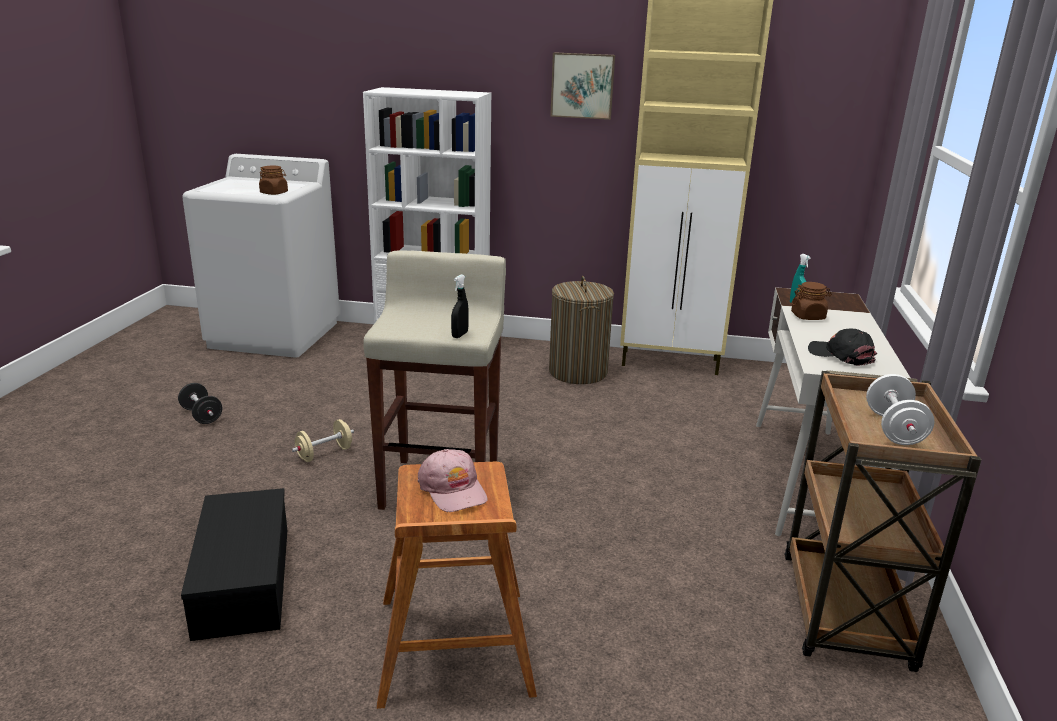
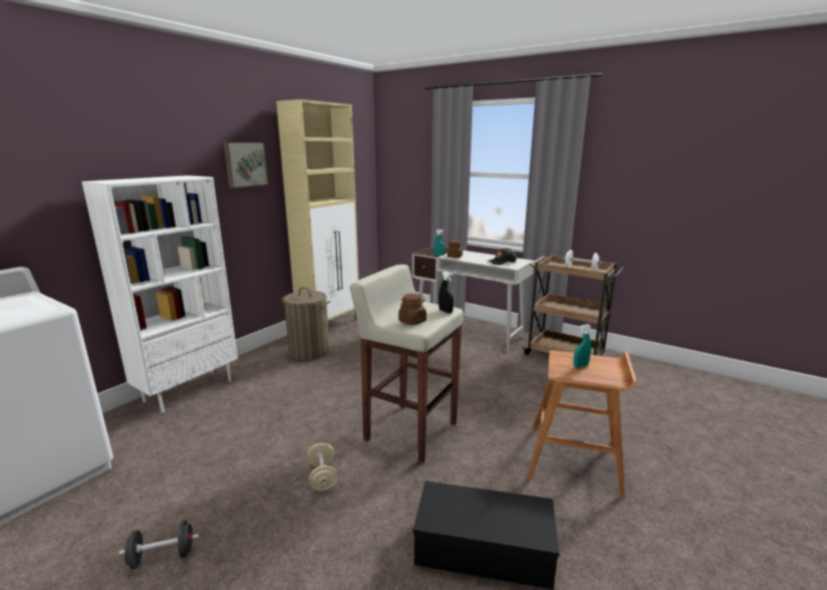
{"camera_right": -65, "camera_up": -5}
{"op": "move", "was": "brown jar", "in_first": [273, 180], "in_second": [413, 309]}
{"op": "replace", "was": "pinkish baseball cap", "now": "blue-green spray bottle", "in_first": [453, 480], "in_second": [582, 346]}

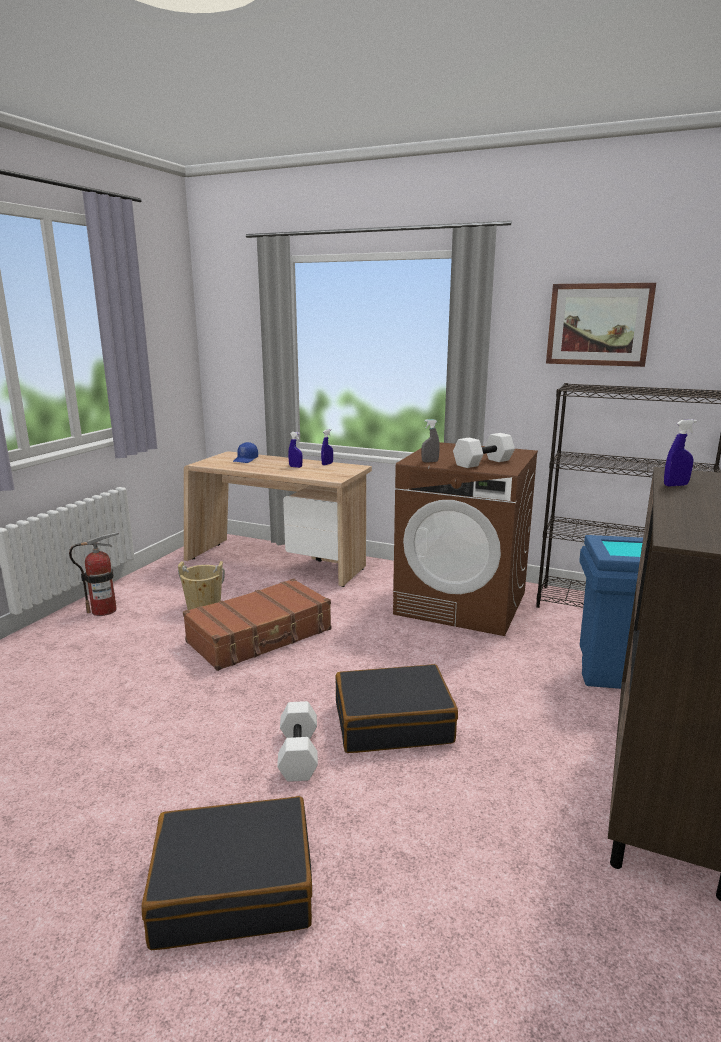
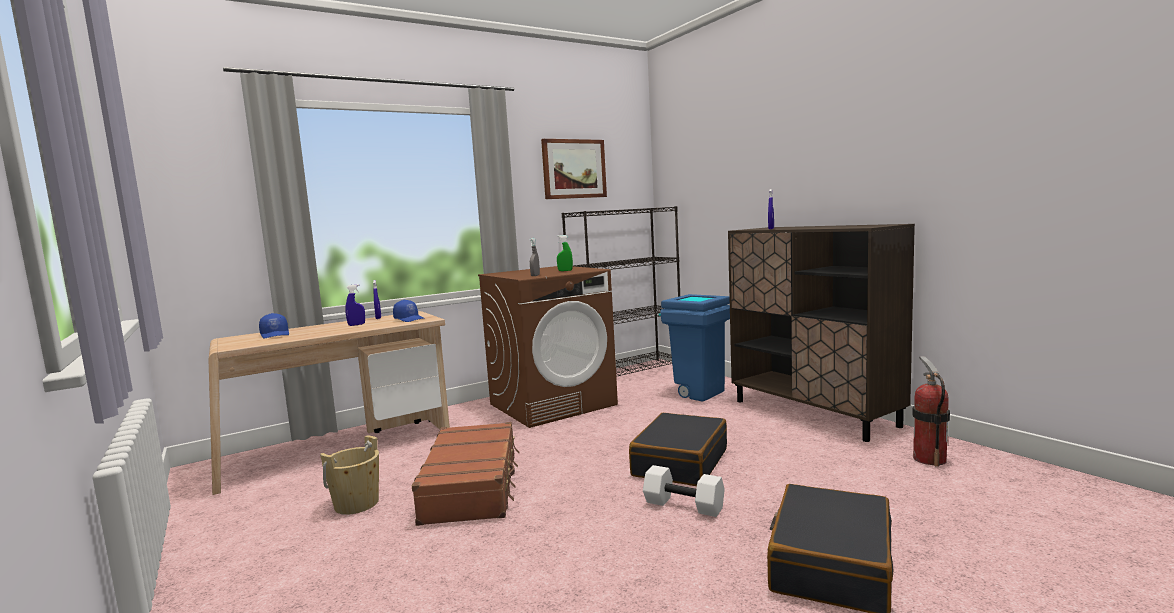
{"camera_right": -55, "camera_up": -10}
{"op": "insert", "now": "blue baseball cap", "in_second": [409, 311]}
{"op": "replace", "was": "whitish hand weight", "now": "greenish spray bottle", "in_first": [484, 450], "in_second": [565, 253]}
{"op": "move", "was": "fire extinguisher", "in_first": [94, 574], "in_second": [931, 411]}

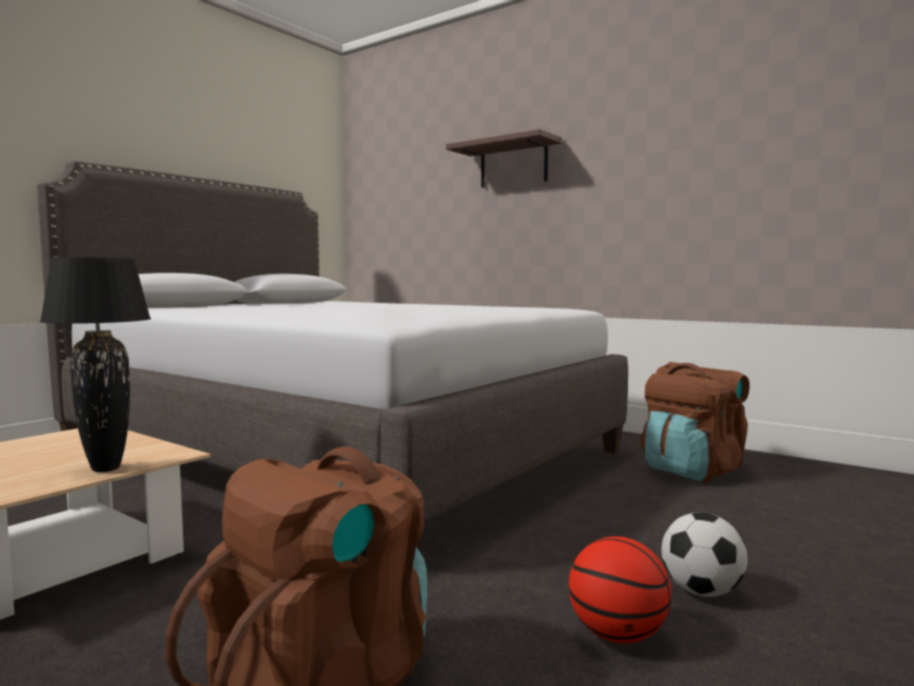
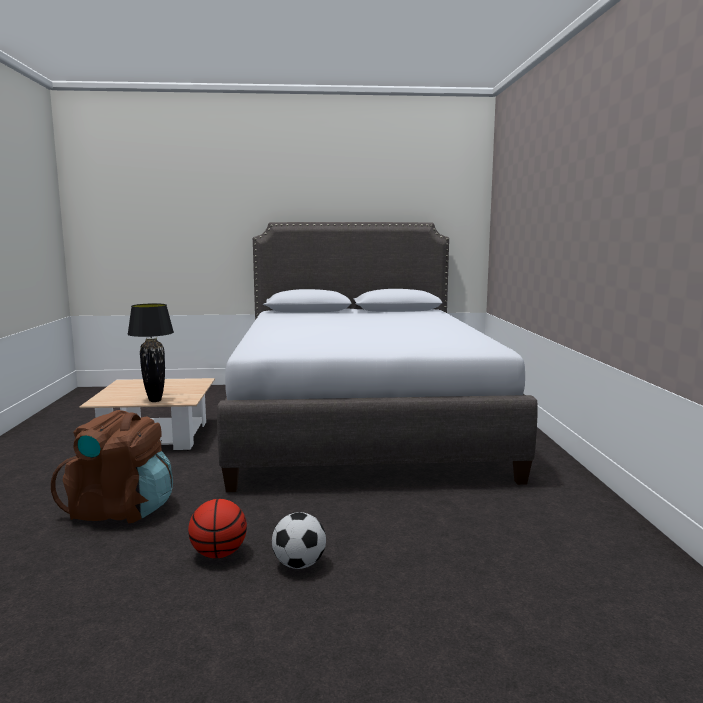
{"camera_right": 50, "camera_up": 5}
{"op": "delete", "was": "bracket shelf", "in_first": [504, 158]}
{"op": "delete", "was": "brown knapsack", "in_first": [695, 422]}

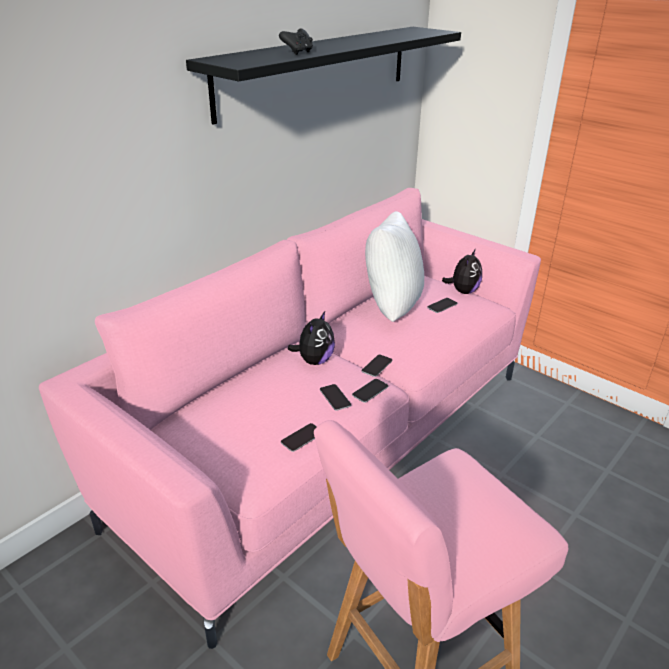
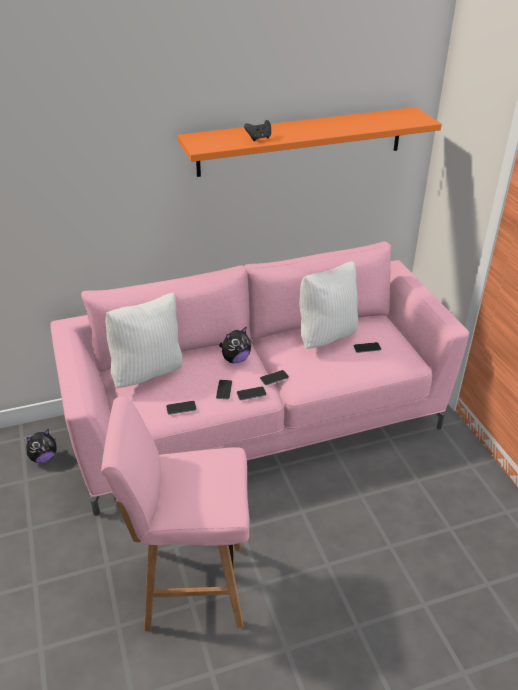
{"camera_right": 30, "camera_up": 5}
{"op": "move", "was": "soft toy", "in_first": [462, 271], "in_second": [41, 446]}
{"op": "insert", "now": "whitish pillow", "in_second": [144, 340]}
{"op": "recolor", "was": "black-coloured bracket shelf", "now": "orangey bracket shelf", "in_first": [323, 76], "in_second": [310, 142]}

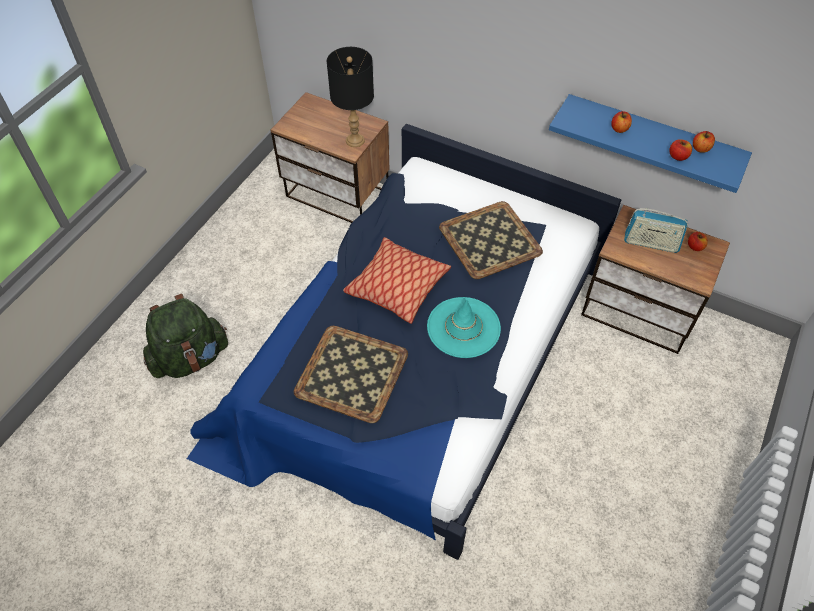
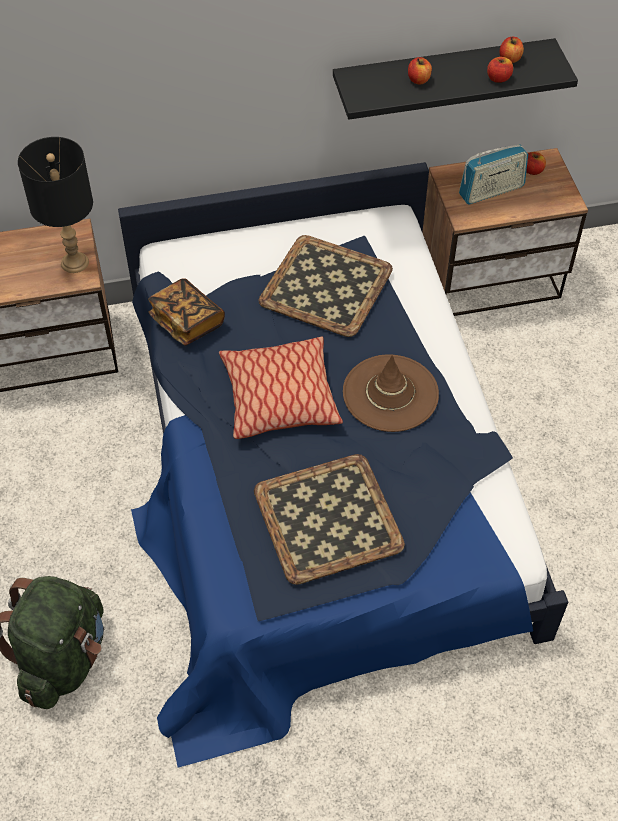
{"camera_right": -40, "camera_up": 0}
{"op": "insert", "now": "book", "in_second": [186, 312]}
{"op": "recolor", "was": "blue bracket shelf", "now": "black-coloured bracket shelf", "in_first": [650, 143], "in_second": [455, 79]}
{"op": "recolor", "was": "blue-green wearable hat", "now": "brown wearable hat", "in_first": [464, 327], "in_second": [391, 393]}

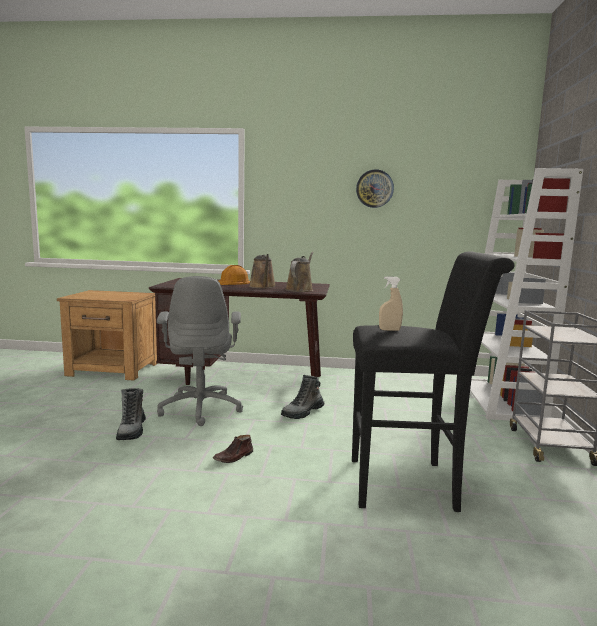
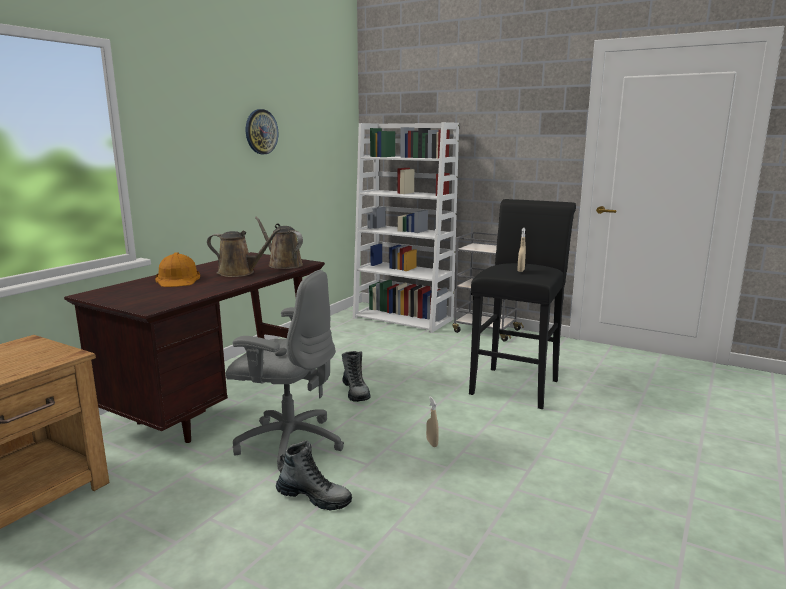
{"camera_right": -65, "camera_up": 5}
{"op": "replace", "was": "brown shoe", "now": "beige-coloured spray bottle", "in_first": [233, 449], "in_second": [432, 421]}

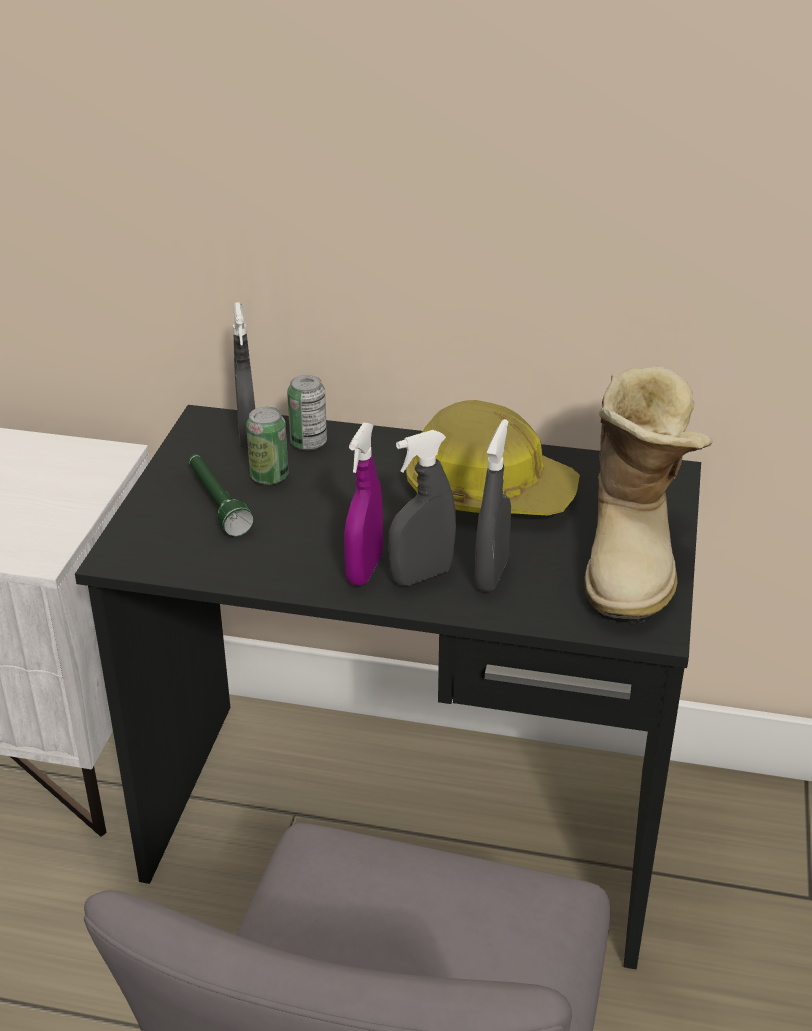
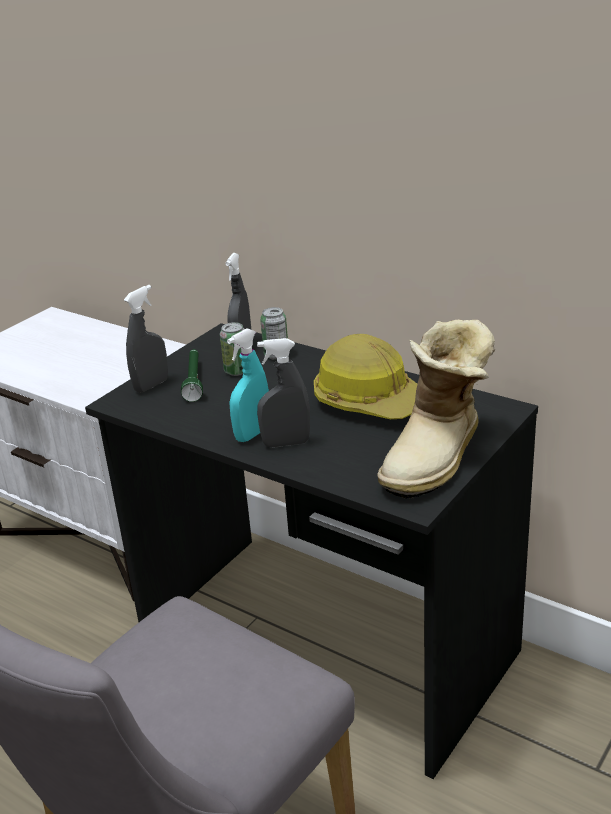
{"camera_right": 25, "camera_up": -5}
{"op": "move", "was": "greyish spray bottle", "in_first": [493, 505], "in_second": [146, 339]}
{"op": "recolor", "was": "purplish spray bottle", "now": "blue-green spray bottle", "in_first": [363, 503], "in_second": [248, 385]}

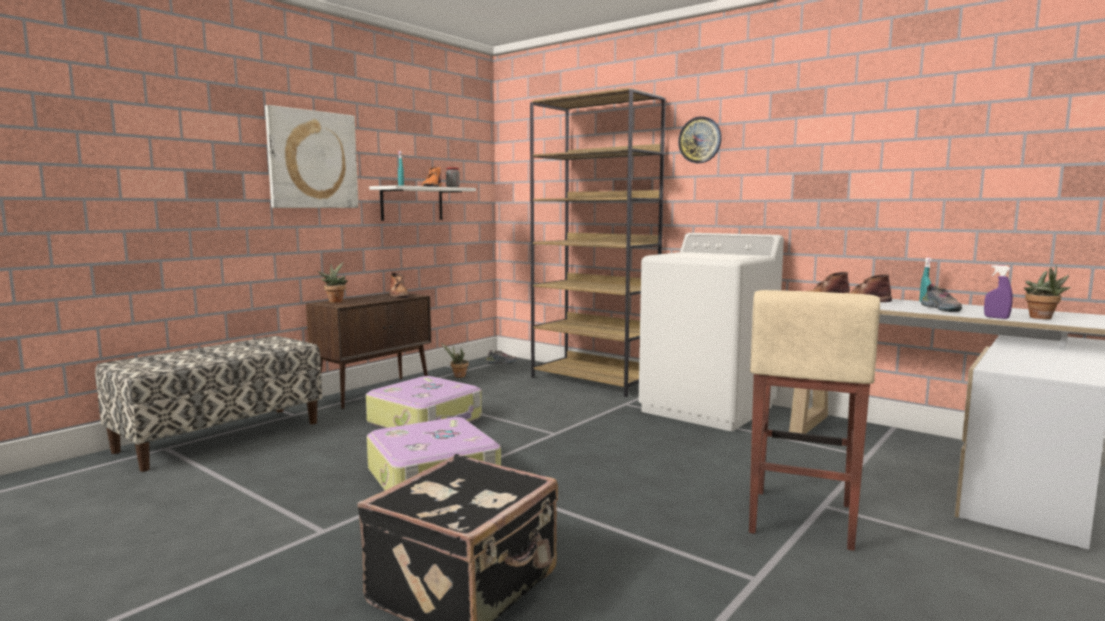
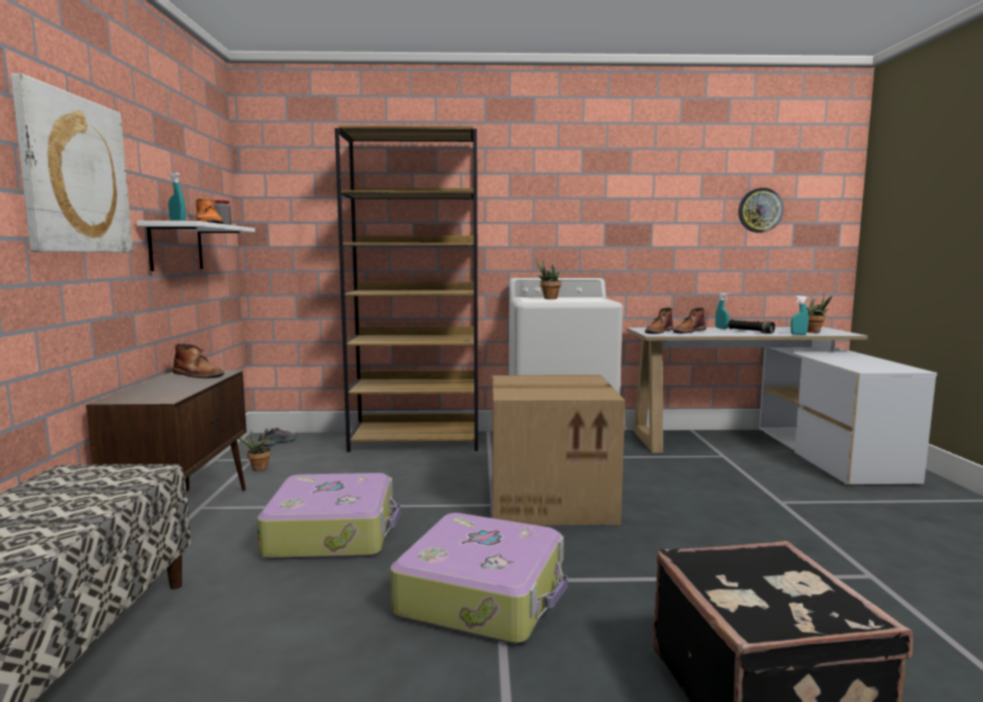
{"camera_right": -40, "camera_up": 0}
{"op": "insert", "now": "carton", "in_second": [558, 450]}
{"op": "move", "was": "plant in a pot", "in_first": [332, 282], "in_second": [548, 279]}
{"op": "replace", "was": "shoe", "now": "black-coloured flashlight", "in_first": [941, 298], "in_second": [751, 326]}
{"op": "move", "was": "hanging clock", "in_first": [700, 139], "in_second": [760, 210]}
{"op": "recolor", "was": "purplish spray bottle", "now": "blue-green spray bottle", "in_first": [998, 292], "in_second": [800, 315]}
{"op": "delete", "was": "beige-coloured stool seat", "in_first": [814, 420]}

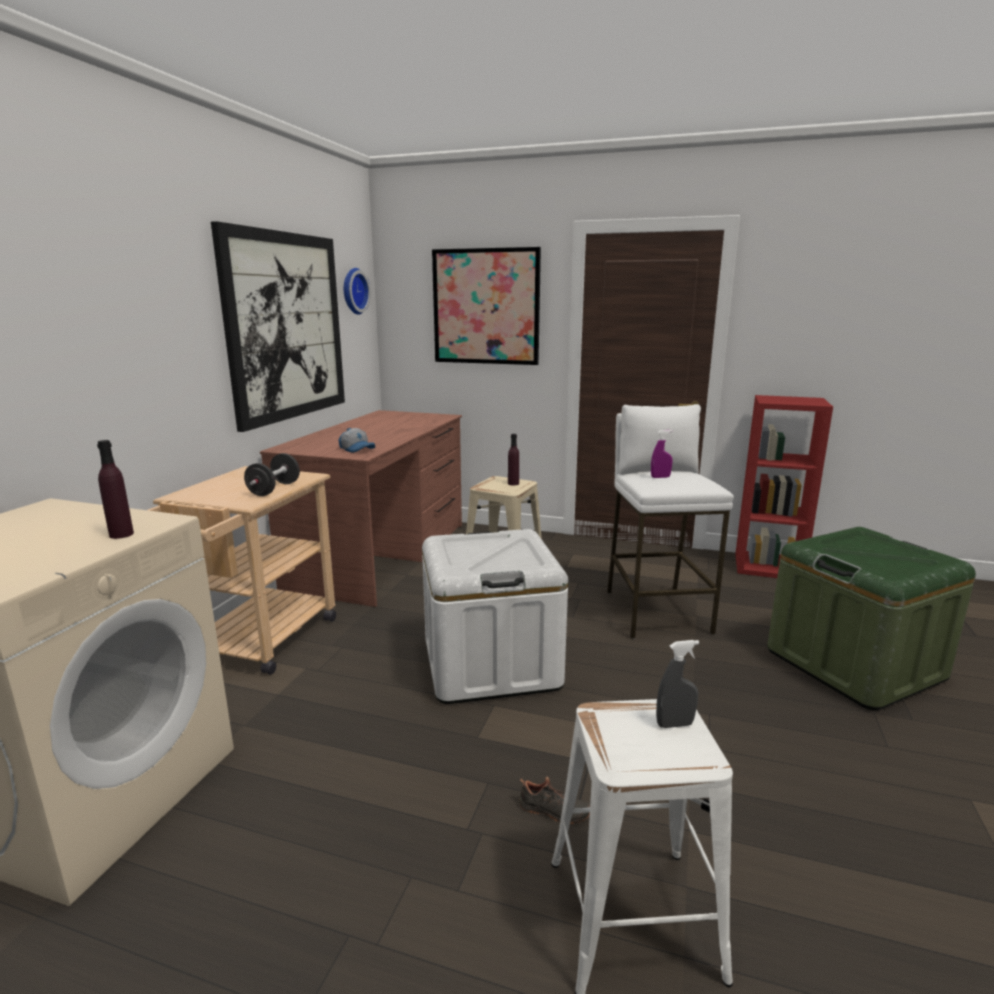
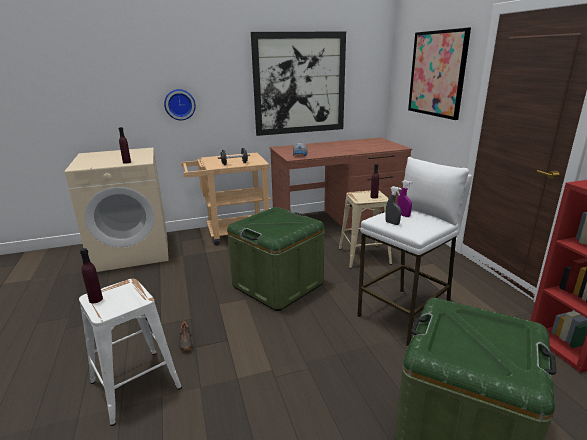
{"camera_right": 55, "camera_up": 5}
{"op": "insert", "now": "purplish beverage bottle", "in_second": [91, 275]}
{"op": "move", "was": "hanging clock", "in_first": [357, 291], "in_second": [180, 104]}
{"op": "recolor", "was": "whitish storage box", "now": "greenish storage box", "in_first": [495, 616], "in_second": [275, 259]}
{"op": "move", "was": "greyish spray bottle", "in_first": [677, 684], "in_second": [393, 205]}

